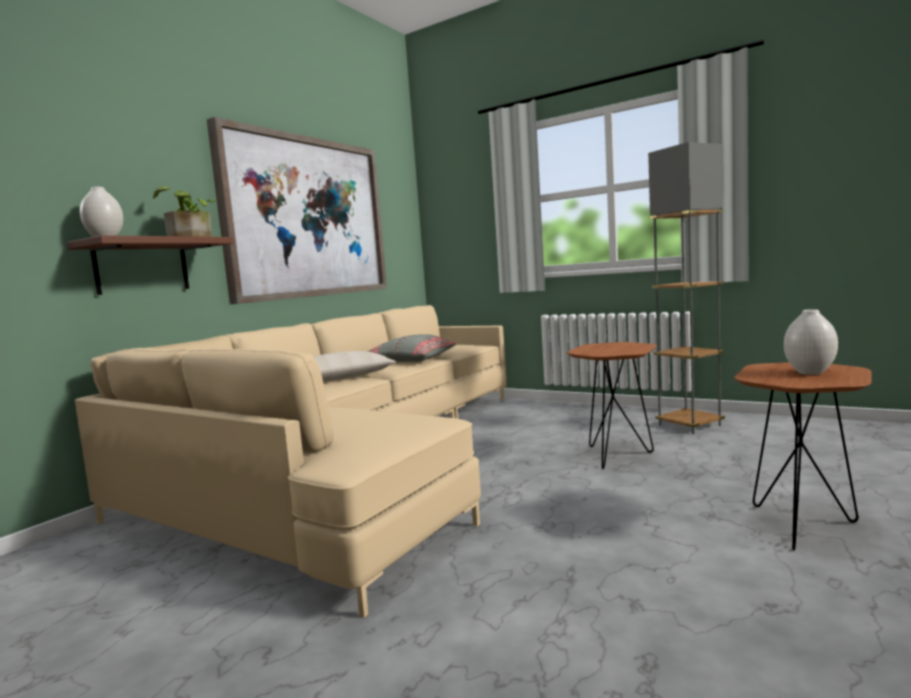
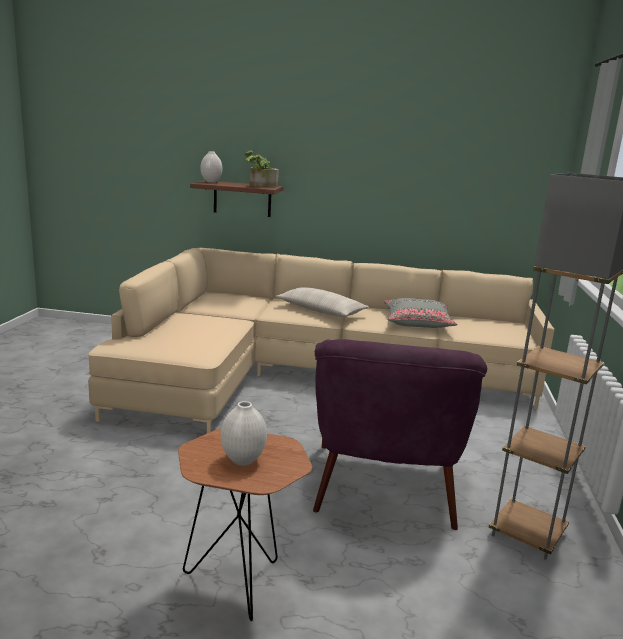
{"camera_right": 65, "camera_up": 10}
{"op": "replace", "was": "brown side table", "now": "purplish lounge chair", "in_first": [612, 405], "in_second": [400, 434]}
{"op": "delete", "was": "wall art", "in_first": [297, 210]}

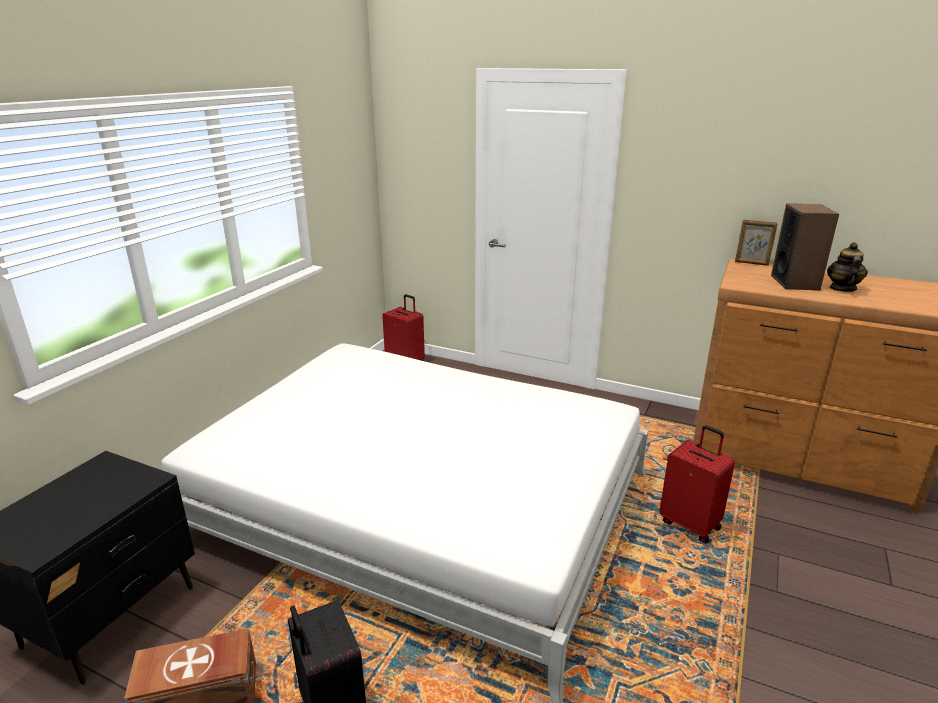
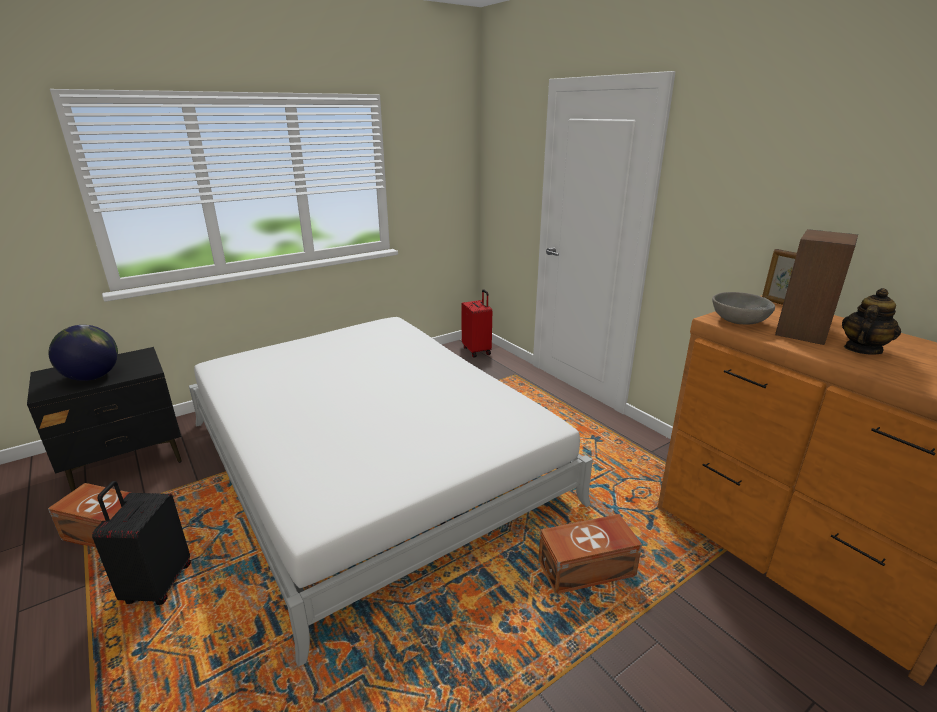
{"camera_right": 30, "camera_up": 0}
{"op": "insert", "now": "world globe", "in_second": [83, 353]}
{"op": "replace", "was": "red piece of luggage", "now": "brown storage box", "in_first": [697, 484], "in_second": [590, 554]}
{"op": "insert", "now": "greyish deep dish", "in_second": [743, 308]}

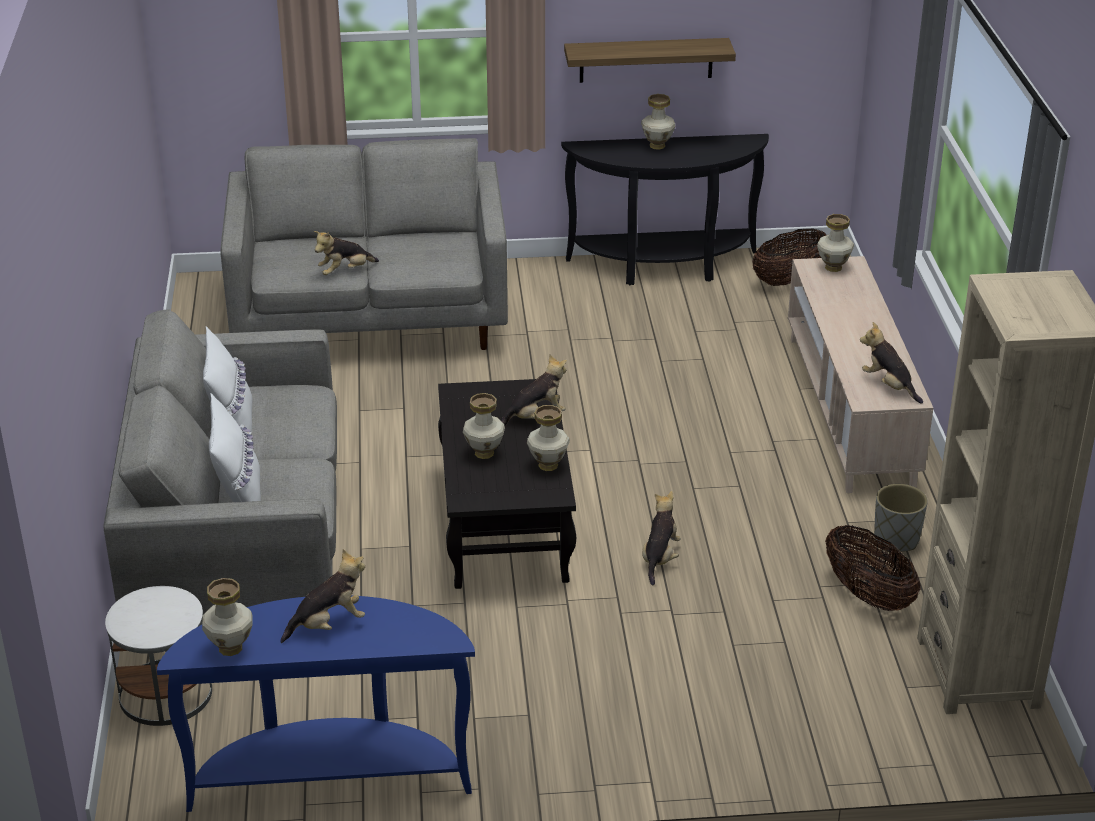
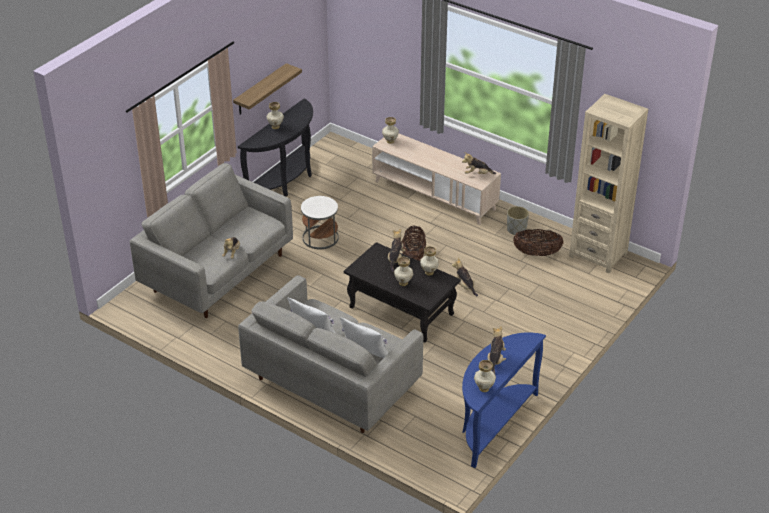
{"camera_right": -50, "camera_up": 5}
{"op": "move", "was": "whitish side table", "in_first": [158, 656], "in_second": [320, 222]}
{"op": "move", "was": "storage basket", "in_first": [789, 257], "in_second": [414, 243]}

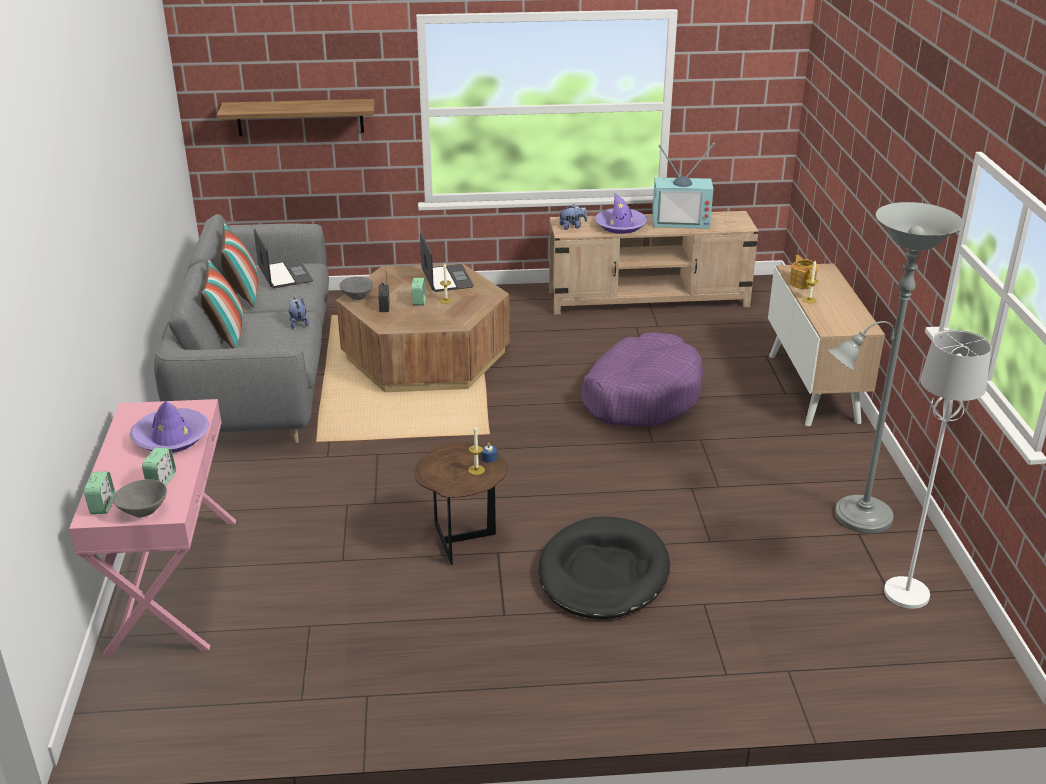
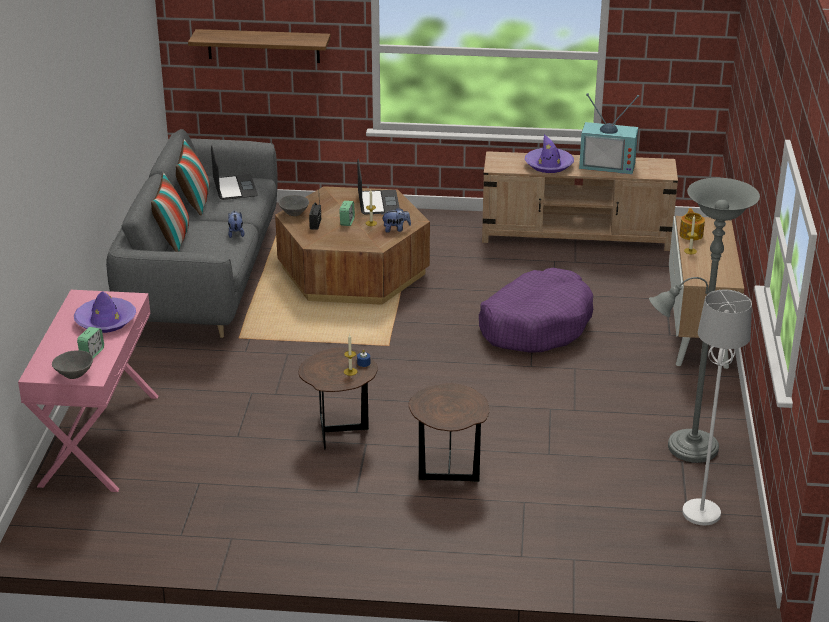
{"camera_right": 10, "camera_up": 0}
{"op": "move", "was": "soft toy", "in_first": [573, 217], "in_second": [396, 220]}
{"op": "replace", "was": "black-coloured dog bed", "now": "brown side table", "in_first": [604, 567], "in_second": [449, 432]}
{"op": "delete", "was": "table clock", "in_first": [99, 492]}

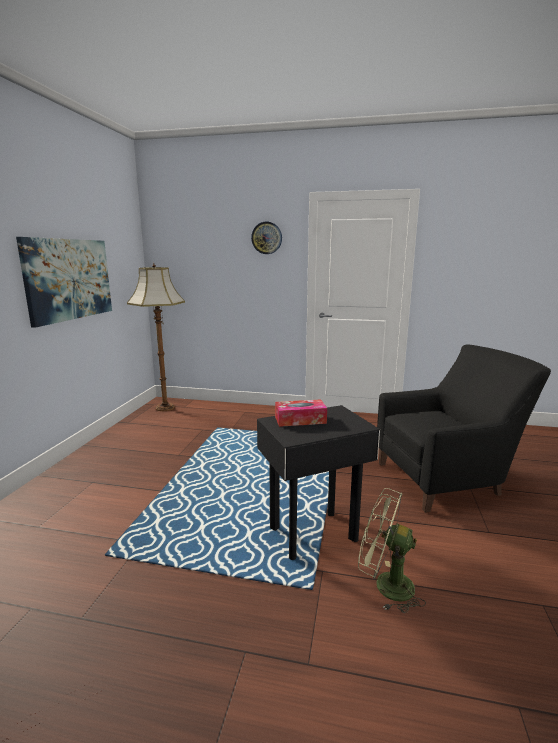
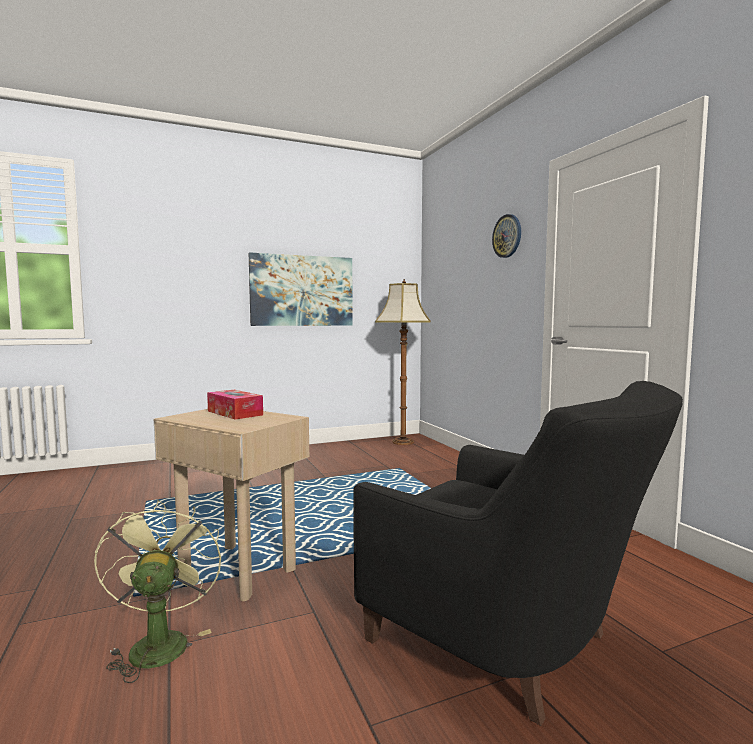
{"camera_right": 55, "camera_up": -10}
{"op": "recolor", "was": "black-coloured side table", "now": "beige-coloured side table", "in_first": [318, 482], "in_second": [231, 505]}

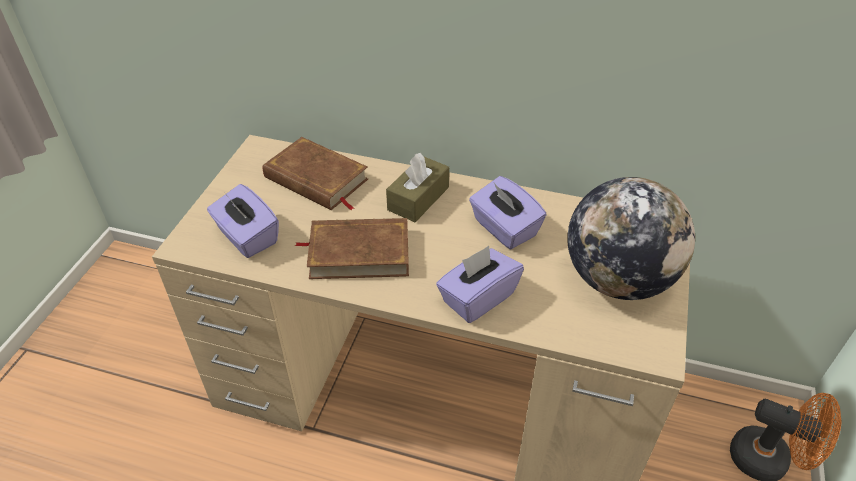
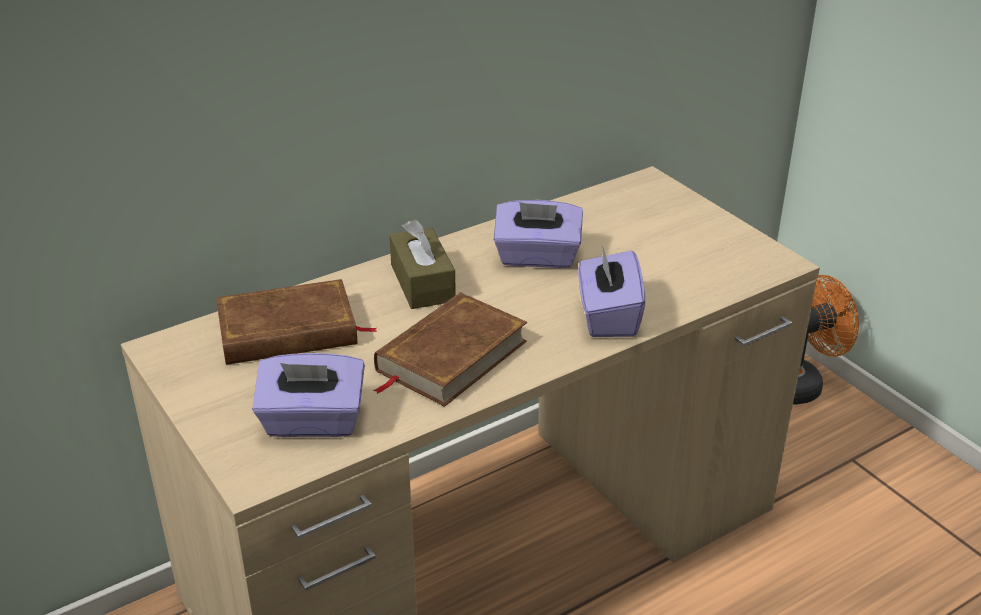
{"camera_right": -50, "camera_up": -10}
{"op": "delete", "was": "world globe", "in_first": [631, 238]}

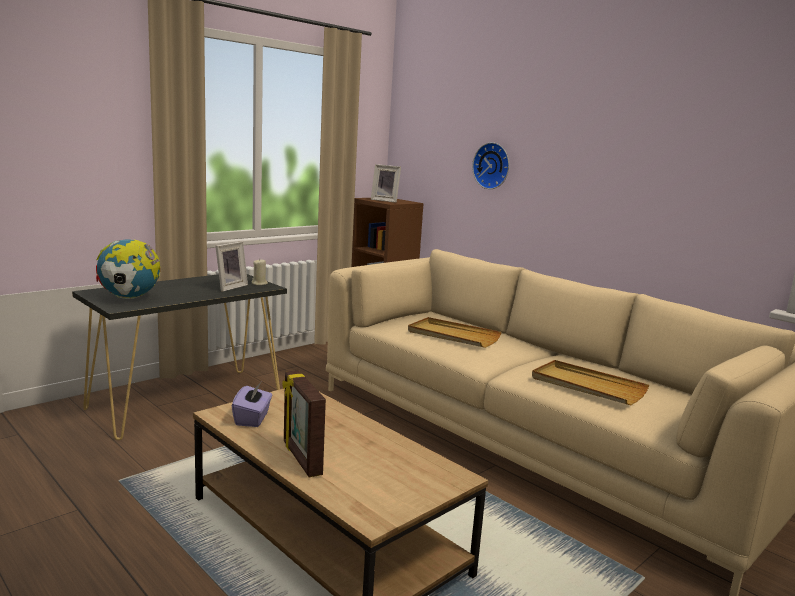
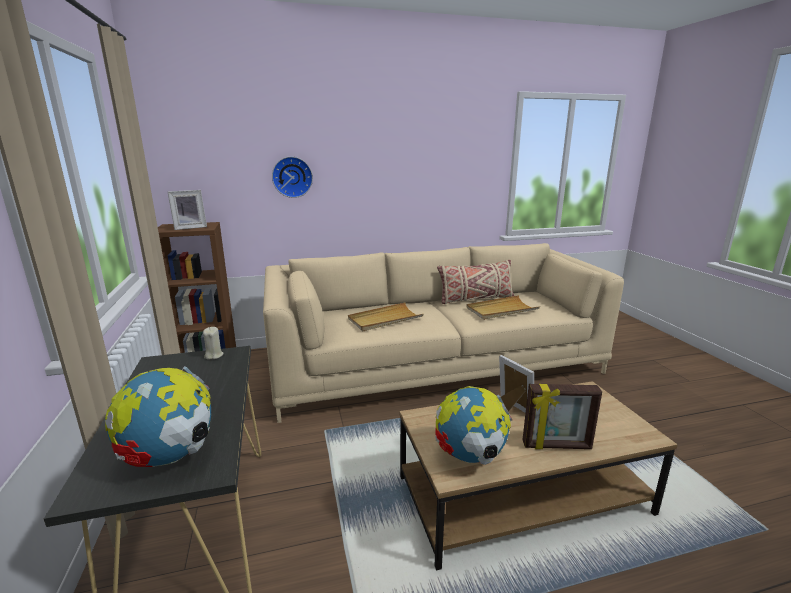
{"camera_right": -60, "camera_up": 5}
{"op": "replace", "was": "purplish tissue box", "now": "world globe", "in_first": [252, 404], "in_second": [473, 425]}
{"op": "insert", "now": "beige-coloured pillow", "in_second": [475, 282]}
{"op": "move", "was": "standing frame", "in_first": [231, 266], "in_second": [516, 384]}

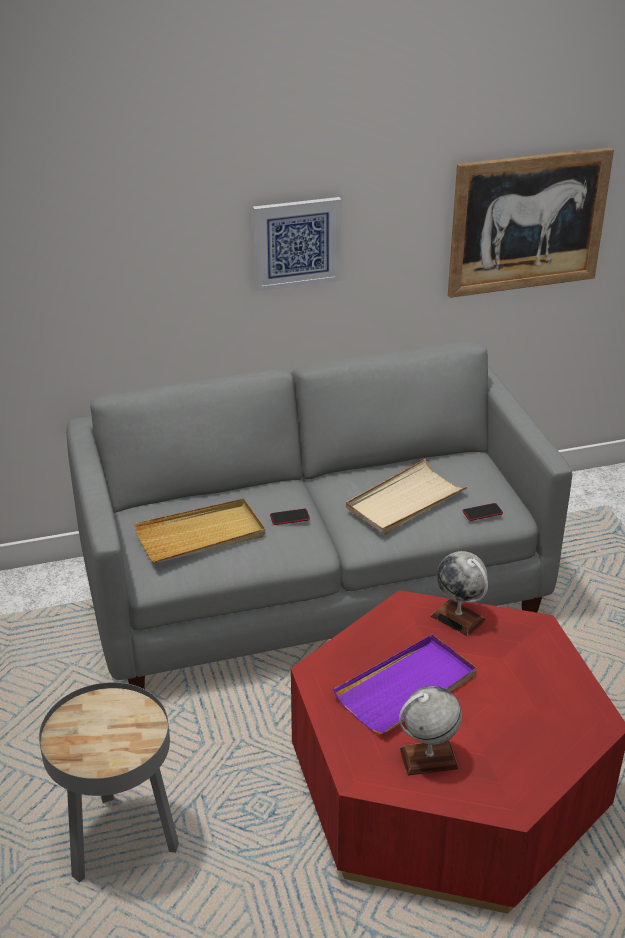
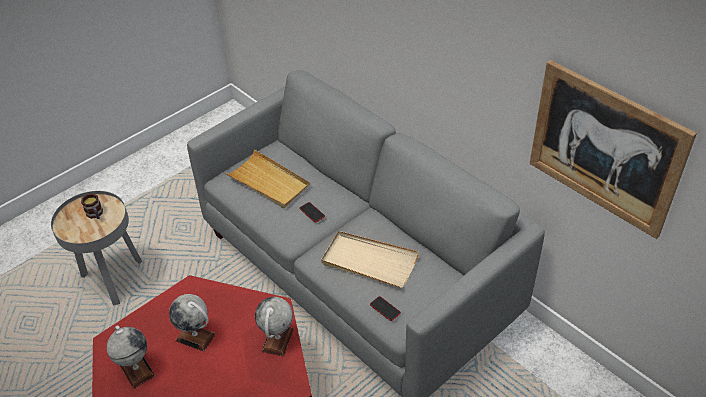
{"camera_right": 65, "camera_up": 10}
{"op": "insert", "now": "tea mug", "in_second": [92, 206]}
{"op": "replace", "was": "purplish tray", "now": "world globe", "in_first": [405, 684], "in_second": [192, 322]}
{"op": "delete", "was": "wall art", "in_first": [297, 244]}

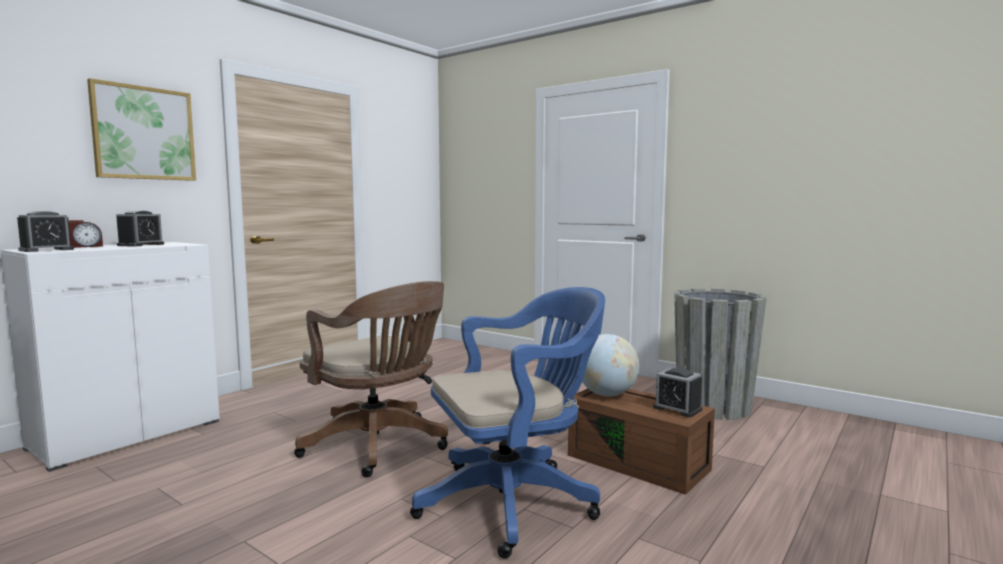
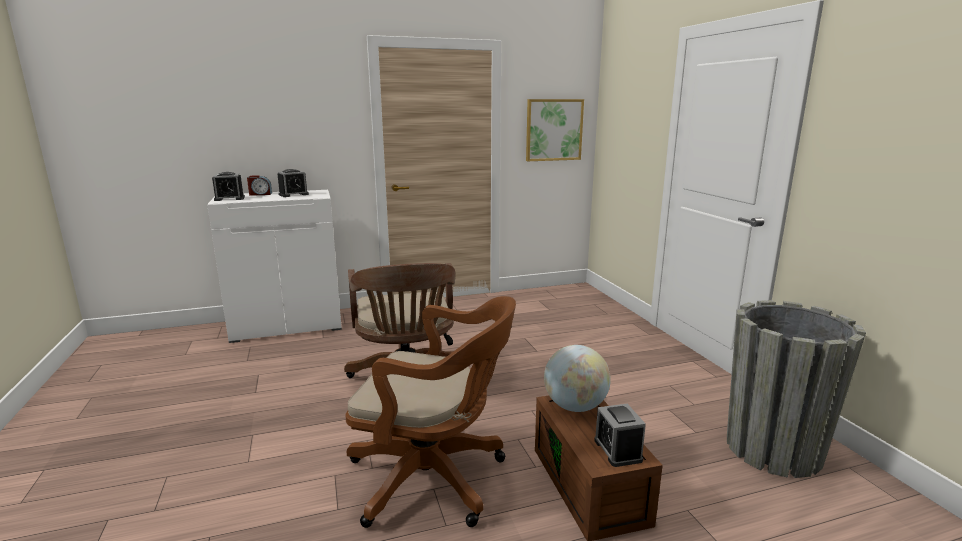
{"camera_right": 35, "camera_up": 10}
{"op": "recolor", "was": "blue office chair", "now": "brown office chair", "in_first": [507, 423], "in_second": [431, 412]}
{"op": "move", "was": "wall art", "in_first": [141, 129], "in_second": [555, 130]}

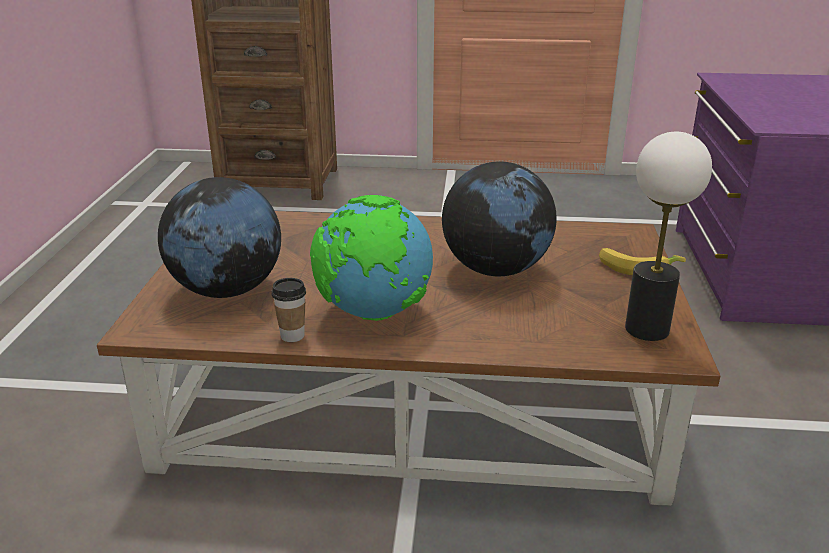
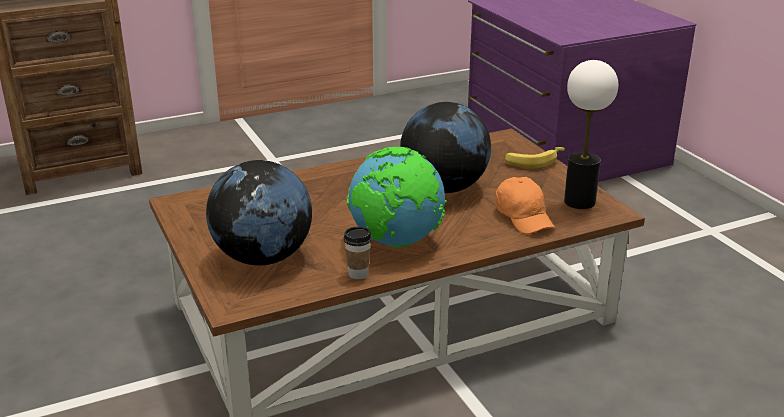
{"camera_right": -30, "camera_up": 0}
{"op": "insert", "now": "orangey baseball cap", "in_second": [525, 205]}

